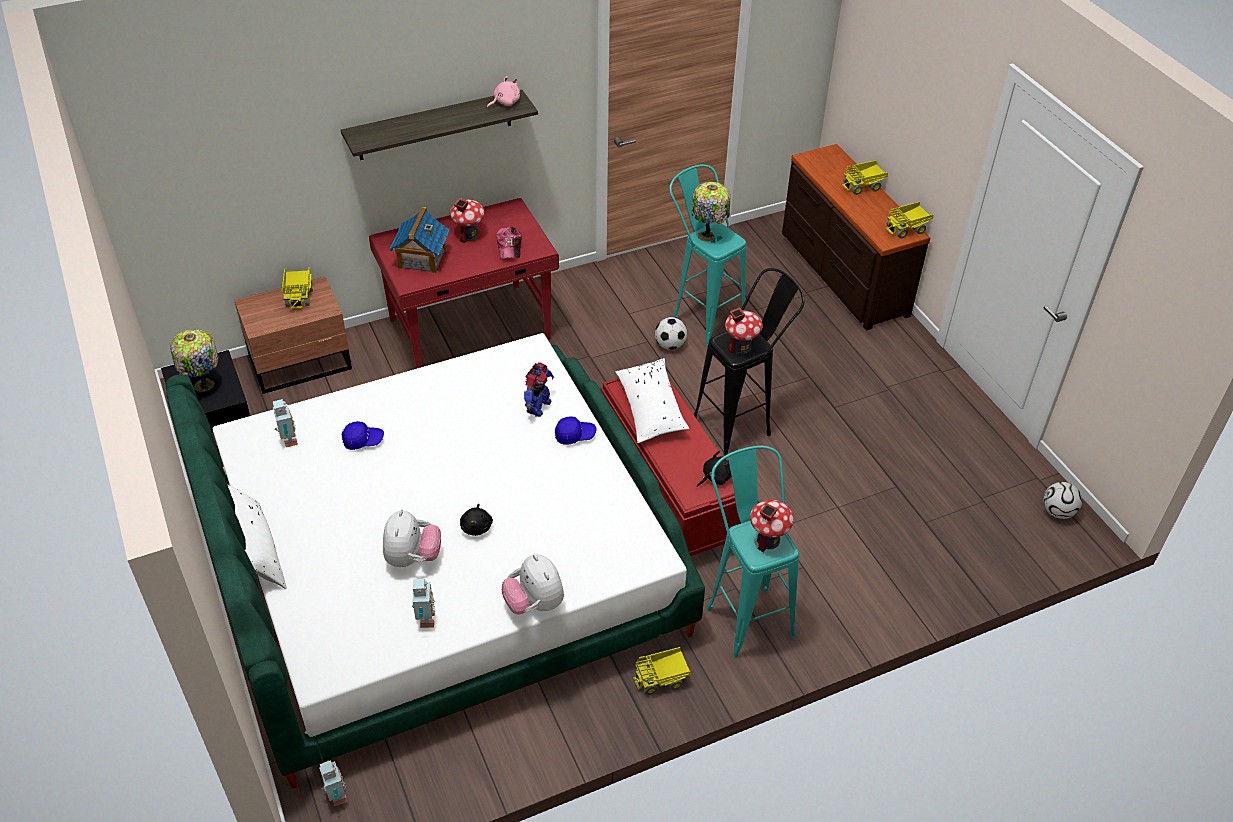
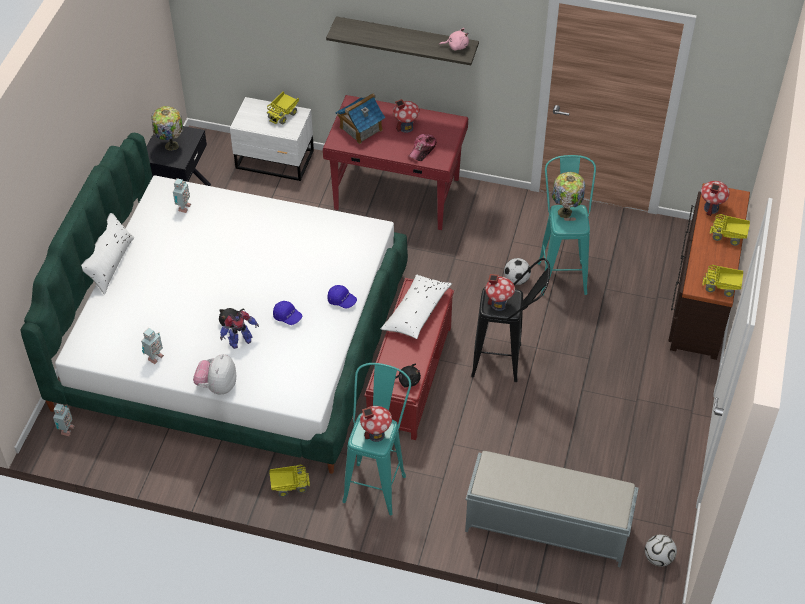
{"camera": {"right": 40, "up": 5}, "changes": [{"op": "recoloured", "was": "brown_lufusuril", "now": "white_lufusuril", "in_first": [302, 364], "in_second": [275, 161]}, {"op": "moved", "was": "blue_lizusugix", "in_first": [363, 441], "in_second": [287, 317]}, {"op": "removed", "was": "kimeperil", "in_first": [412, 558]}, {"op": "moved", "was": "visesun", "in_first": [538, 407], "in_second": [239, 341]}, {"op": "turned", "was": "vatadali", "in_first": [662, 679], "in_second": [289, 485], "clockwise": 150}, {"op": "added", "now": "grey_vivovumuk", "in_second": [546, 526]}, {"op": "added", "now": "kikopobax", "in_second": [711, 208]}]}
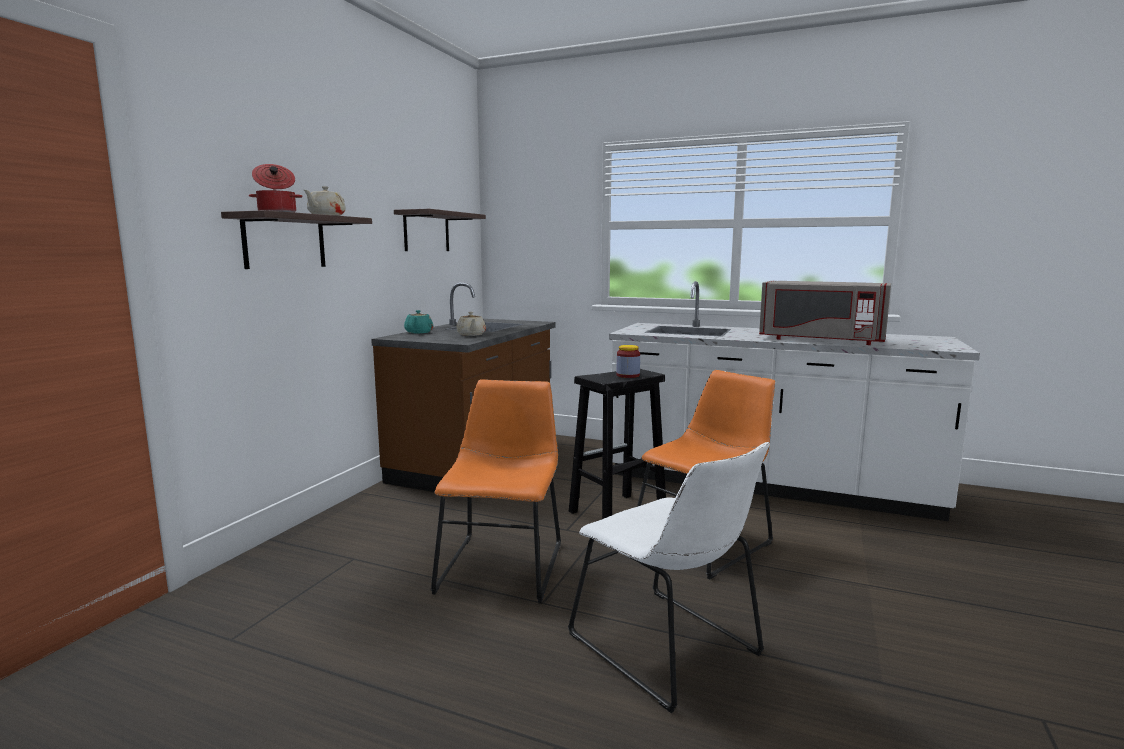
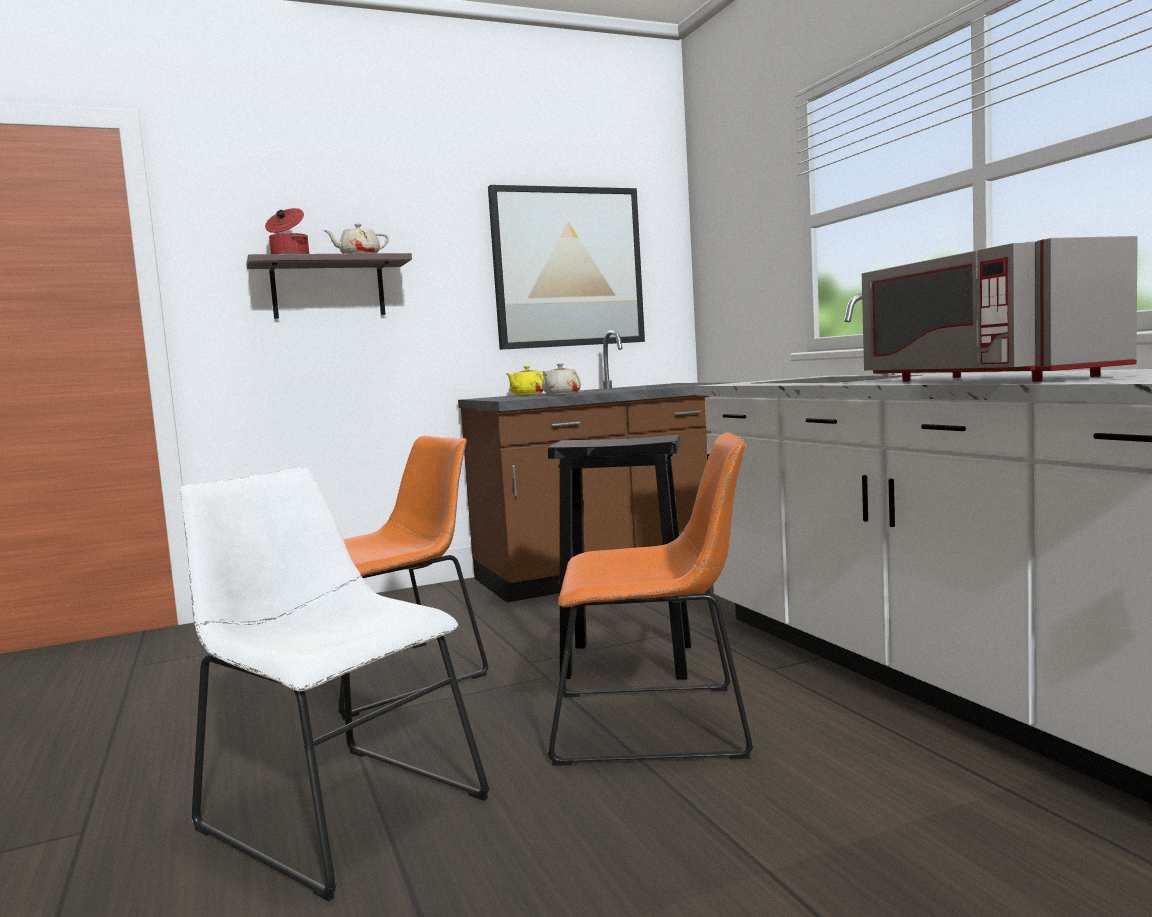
{"camera": {"right": 45, "up": -5}, "changes": [{"op": "replaced", "was": "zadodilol", "now": "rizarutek", "in_first": [426, 232], "in_second": [567, 267]}, {"op": "recoloured", "was": "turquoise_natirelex", "now": "yellow_natirelex", "in_first": [418, 332], "in_second": [527, 394]}, {"op": "turned", "was": "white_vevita", "in_first": [669, 649], "in_second": [335, 809], "clockwise": 120}, {"op": "removed", "was": "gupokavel", "in_first": [628, 375]}]}
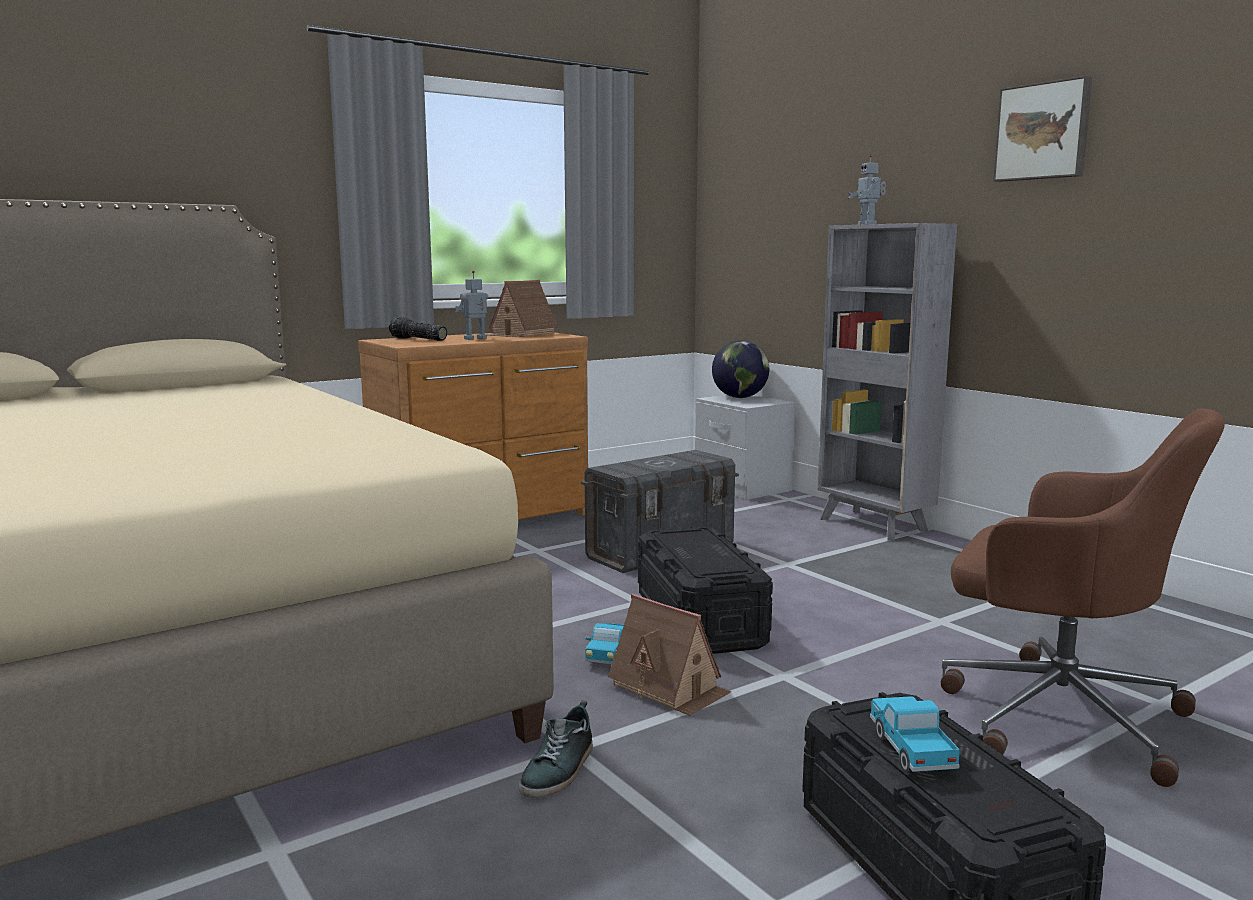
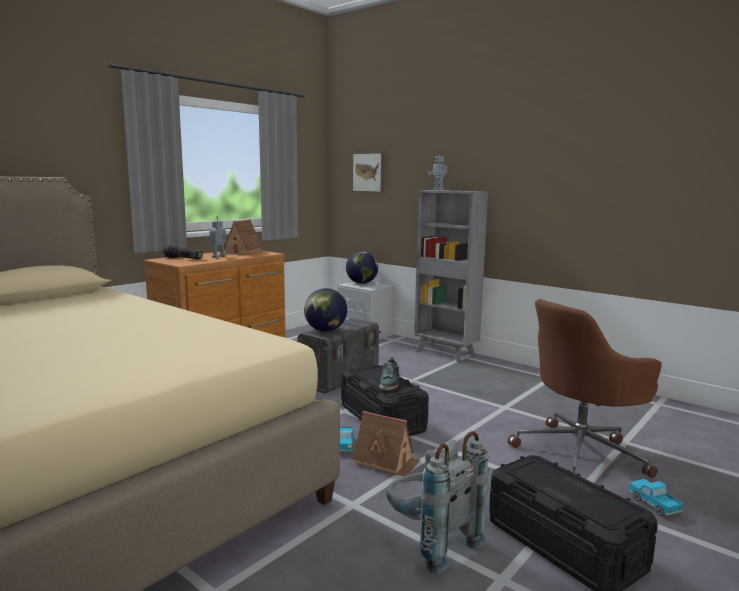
{"camera": {"right": -15, "up": 0}, "changes": [{"op": "moved", "was": "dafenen", "in_first": [559, 770], "in_second": [389, 383]}, {"op": "moved", "was": "vatadali", "in_first": [910, 751], "in_second": [653, 504]}, {"op": "turned", "was": "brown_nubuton", "in_first": [1056, 714], "in_second": [581, 453], "clockwise": 135}, {"op": "moved", "was": "rizarutek", "in_first": [1043, 131], "in_second": [369, 172]}, {"op": "added", "now": "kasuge", "in_second": [325, 330]}, {"op": "added", "now": "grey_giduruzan", "in_second": [430, 542]}]}
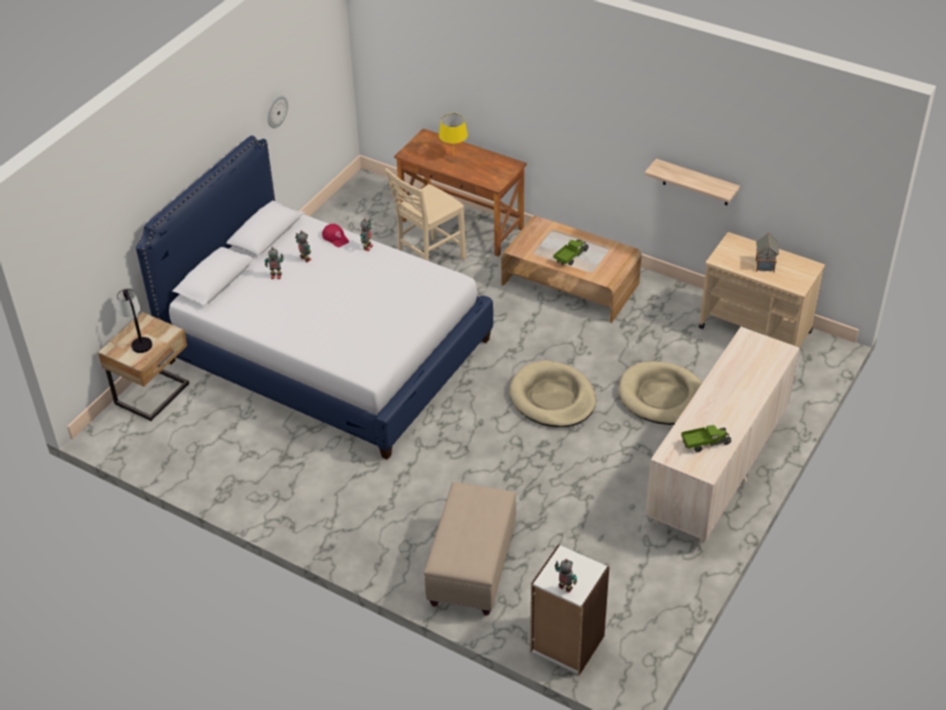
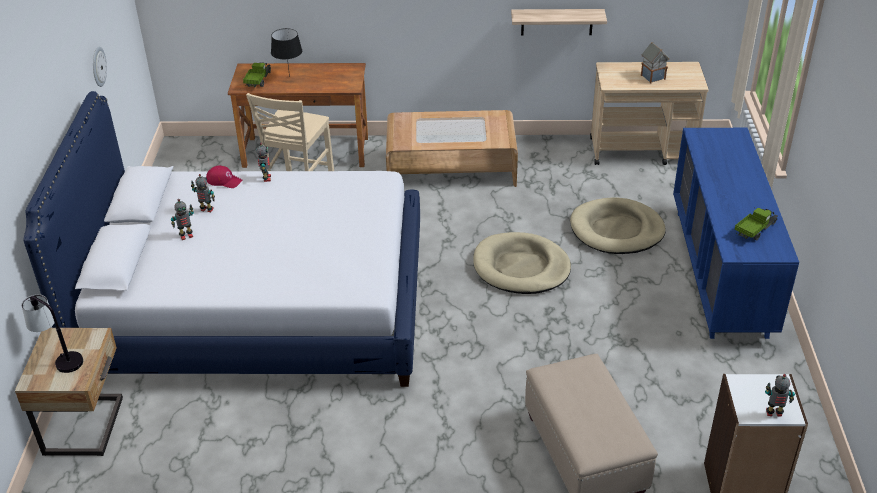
{"camera": {"right": -30, "up": -5}, "changes": [{"op": "recoloured", "was": "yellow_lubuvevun", "now": "black_lubuvevun", "in_first": [454, 156], "in_second": [290, 76]}, {"op": "moved", "was": "vatadali", "in_first": [571, 257], "in_second": [258, 80]}, {"op": "recoloured", "was": "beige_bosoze", "now": "blue_bosoze", "in_first": [717, 470], "in_second": [720, 272]}]}
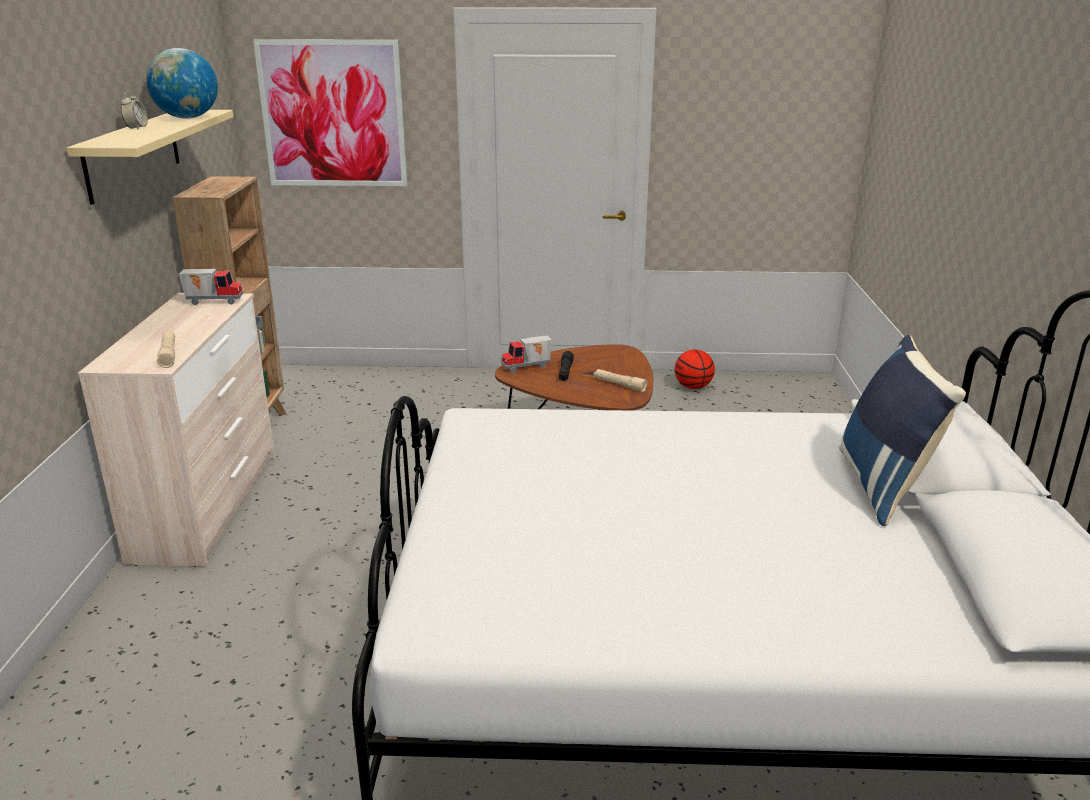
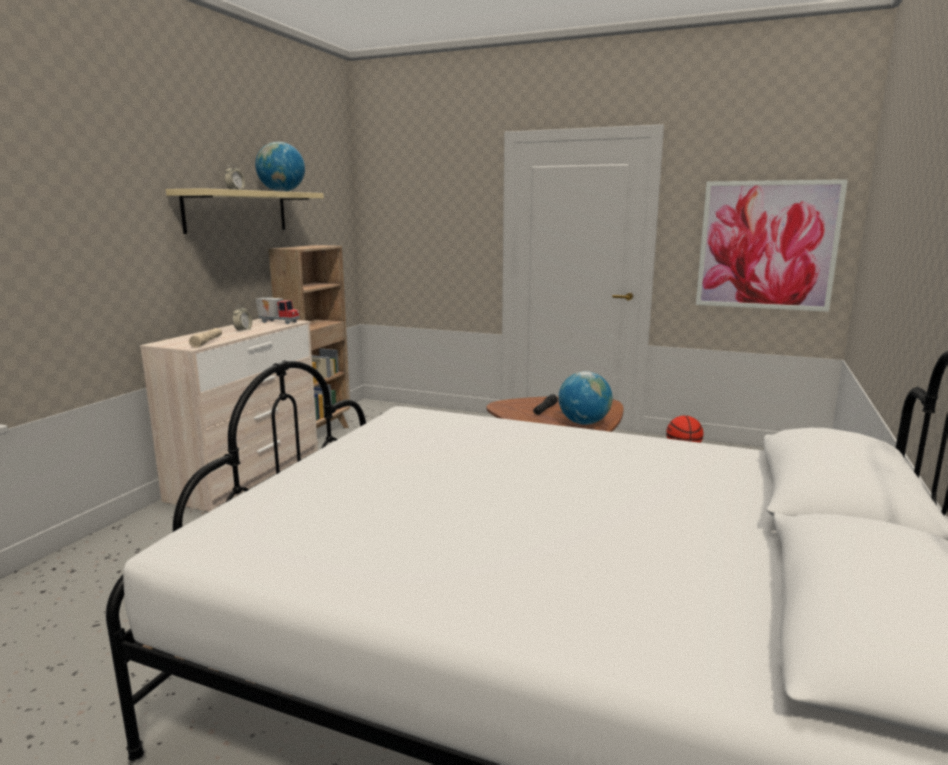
{"camera": {"right": 20, "up": -10}, "changes": [{"op": "moved", "was": "rizarutek", "in_first": [333, 114], "in_second": [767, 245]}, {"op": "removed", "was": "vatadali", "in_first": [527, 367]}, {"op": "replaced", "was": "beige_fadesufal", "now": "kasuge", "in_first": [619, 385], "in_second": [584, 423]}, {"op": "removed", "was": "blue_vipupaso", "in_first": [885, 486]}, {"op": "added", "now": "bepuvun", "in_second": [243, 330]}]}
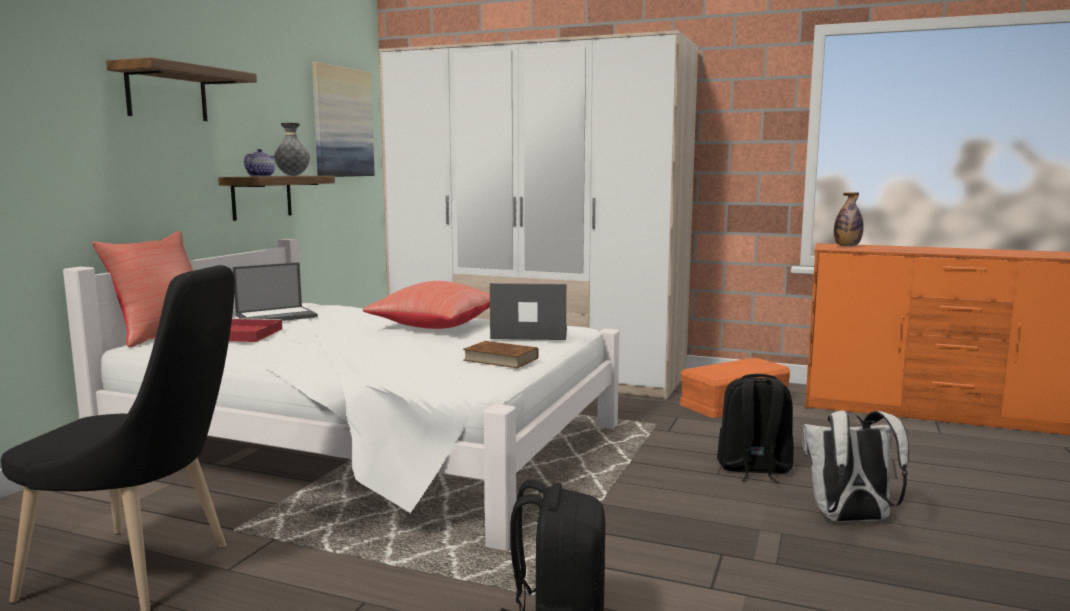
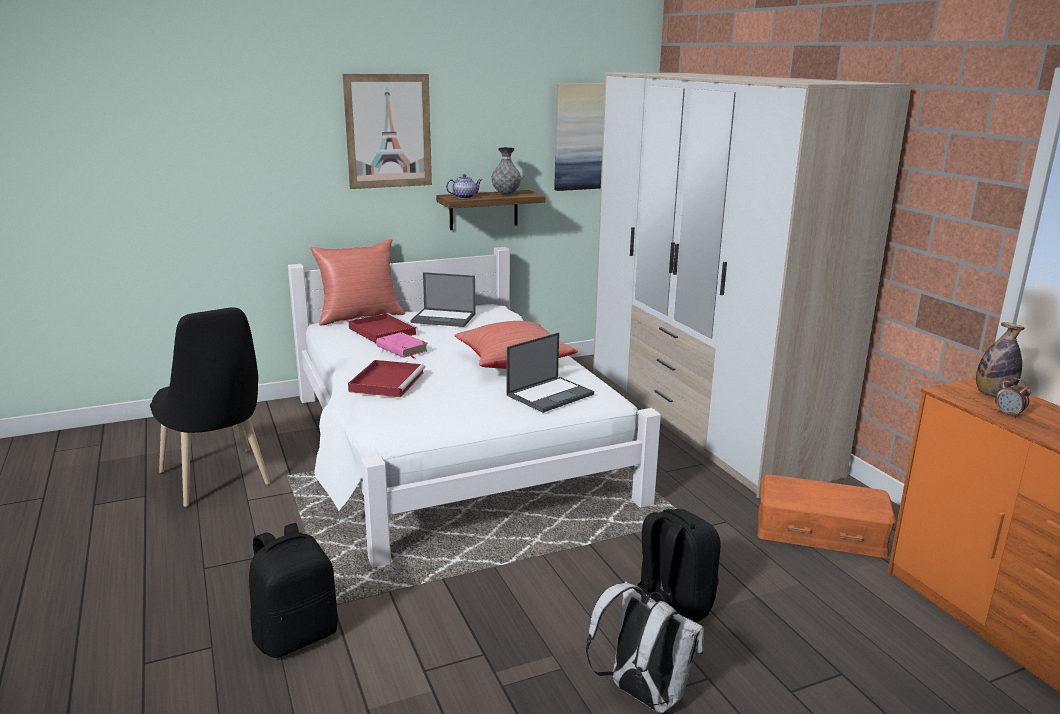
{"camera": {"right": 45, "up": 10}, "changes": [{"op": "replaced", "was": "zadodilol", "now": "rizarutek", "in_first": [167, 93], "in_second": [388, 131]}, {"op": "removed", "was": "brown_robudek", "in_first": [500, 359]}, {"op": "turned", "was": "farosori", "in_first": [528, 333], "in_second": [550, 394], "clockwise": 90}, {"op": "added", "now": "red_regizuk", "in_second": [387, 381]}, {"op": "added", "now": "pink_robudek", "in_second": [402, 349]}, {"op": "added", "now": "bepuvun", "in_second": [1008, 414]}]}
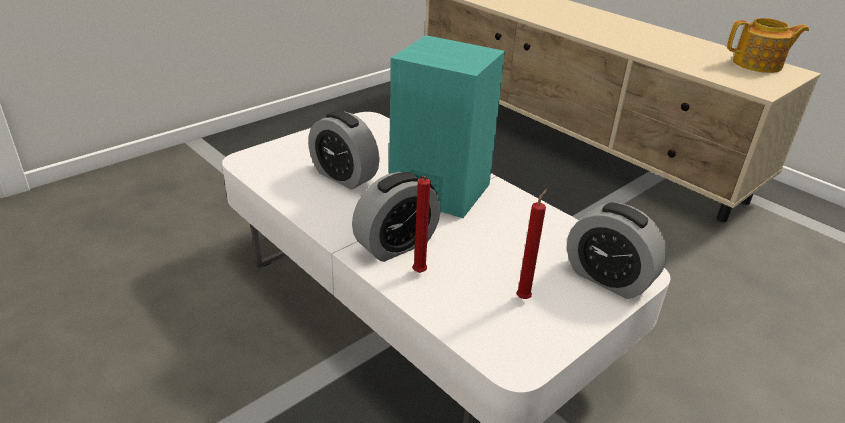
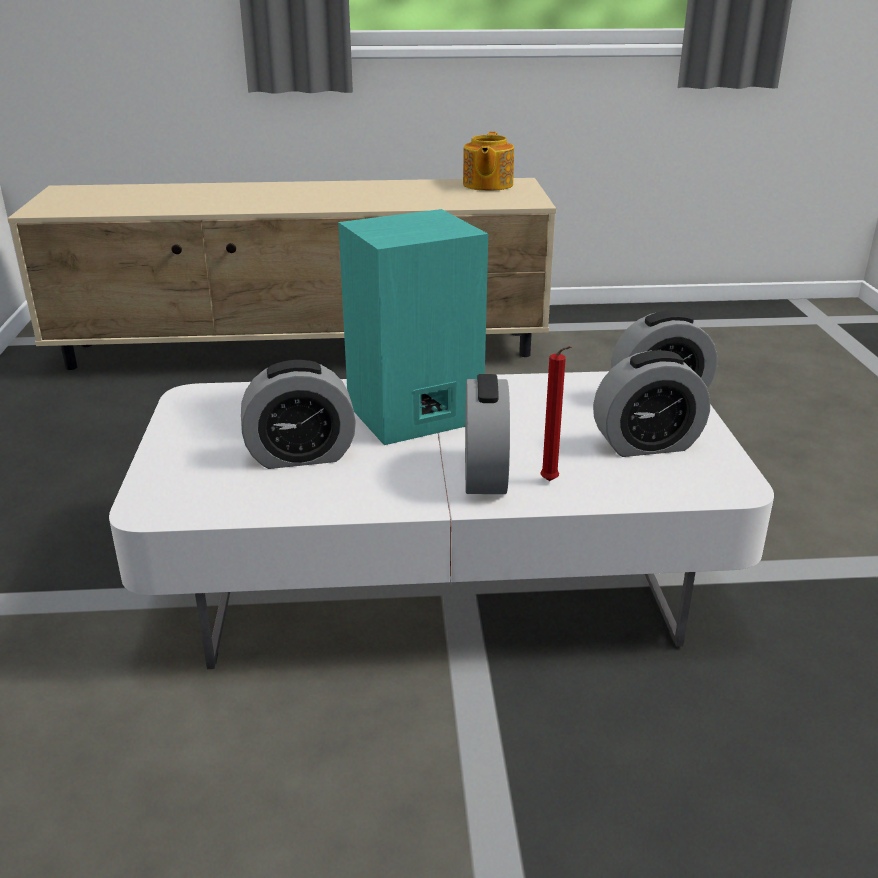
{"camera": {"right": -50, "up": -5}, "changes": [{"op": "replaced", "was": "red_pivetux", "now": "bepuvun", "in_first": [524, 297], "in_second": [646, 445]}, {"op": "turned", "was": "natirelex", "in_first": [758, 64], "in_second": [487, 185], "clockwise": 150}]}
